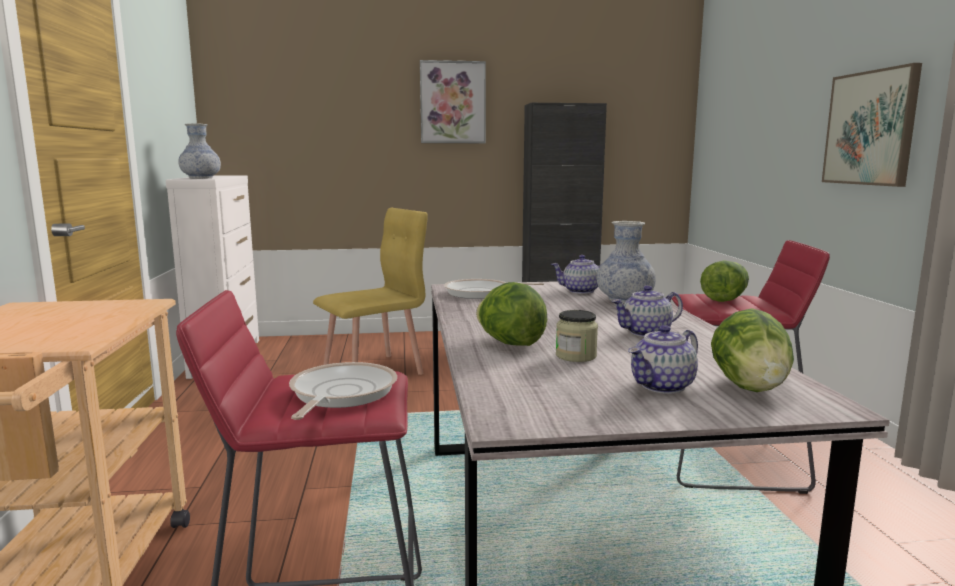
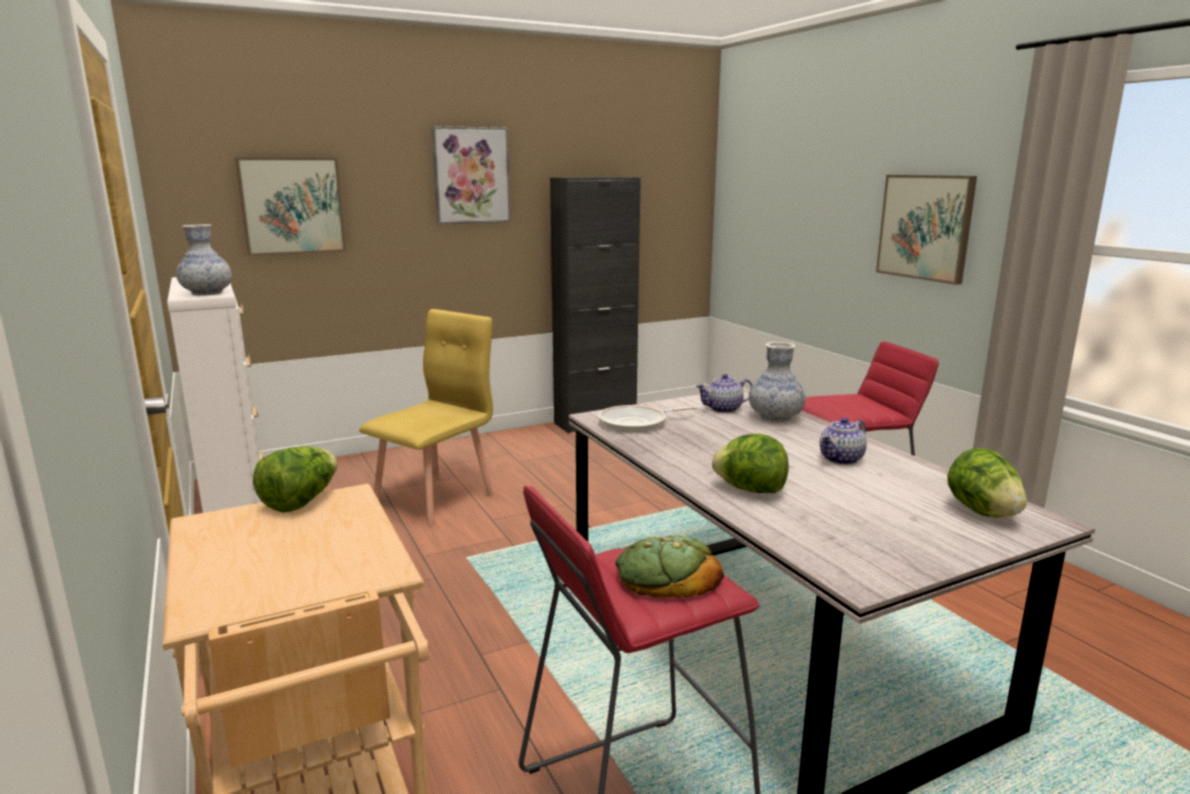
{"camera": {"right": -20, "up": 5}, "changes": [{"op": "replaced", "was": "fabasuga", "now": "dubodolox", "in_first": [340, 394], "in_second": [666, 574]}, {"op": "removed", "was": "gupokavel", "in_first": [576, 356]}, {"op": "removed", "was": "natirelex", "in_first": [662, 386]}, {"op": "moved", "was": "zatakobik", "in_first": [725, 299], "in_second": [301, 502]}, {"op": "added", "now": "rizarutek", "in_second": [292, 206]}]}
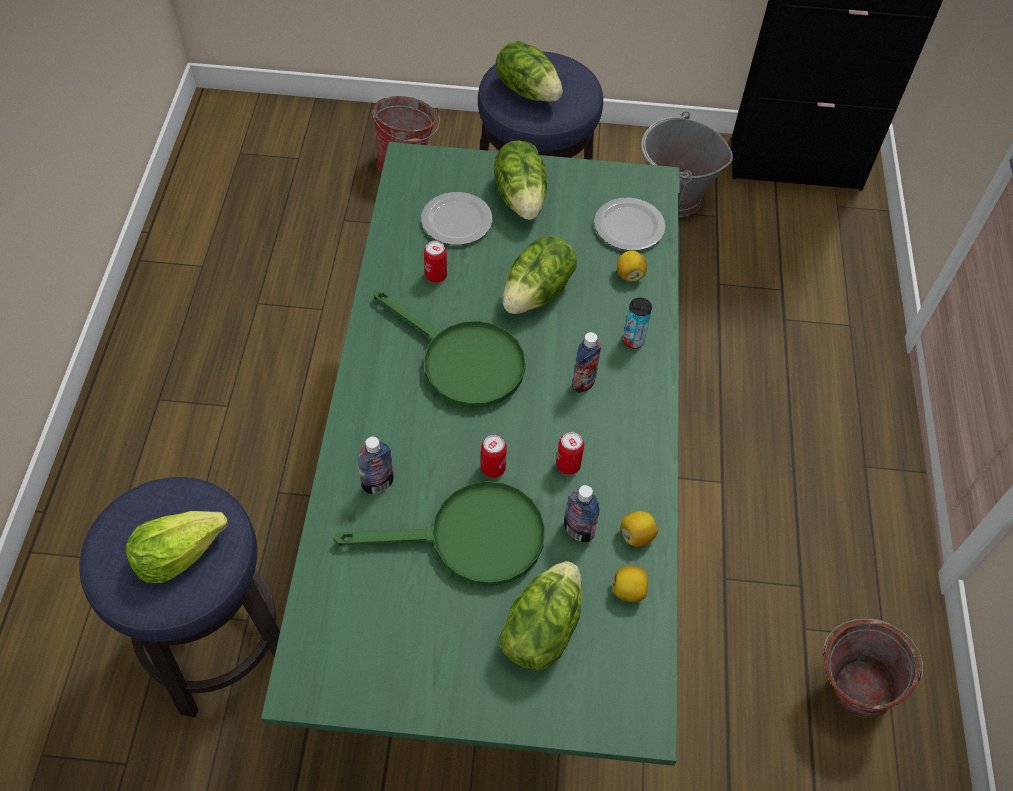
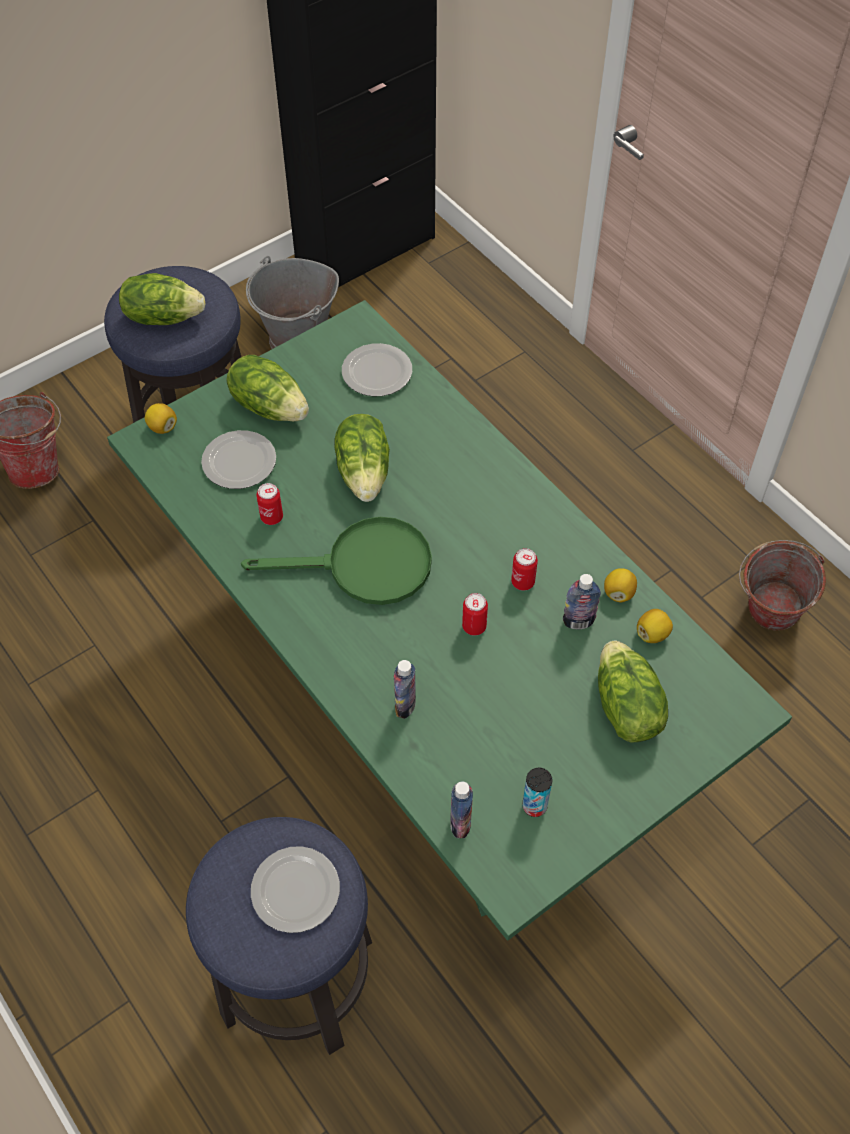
{"camera": {"right": -40, "up": 0}, "changes": [{"op": "replaced", "was": "zatakobik", "now": "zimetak", "in_first": [178, 553], "in_second": [294, 891]}, {"op": "removed", "was": "green_fabasuga", "in_first": [470, 539]}, {"op": "moved", "was": "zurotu", "in_first": [584, 383], "in_second": [460, 823]}, {"op": "moved", "was": "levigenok", "in_first": [629, 275], "in_second": [162, 427]}, {"op": "moved", "was": "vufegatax", "in_first": [633, 340], "in_second": [534, 806]}]}
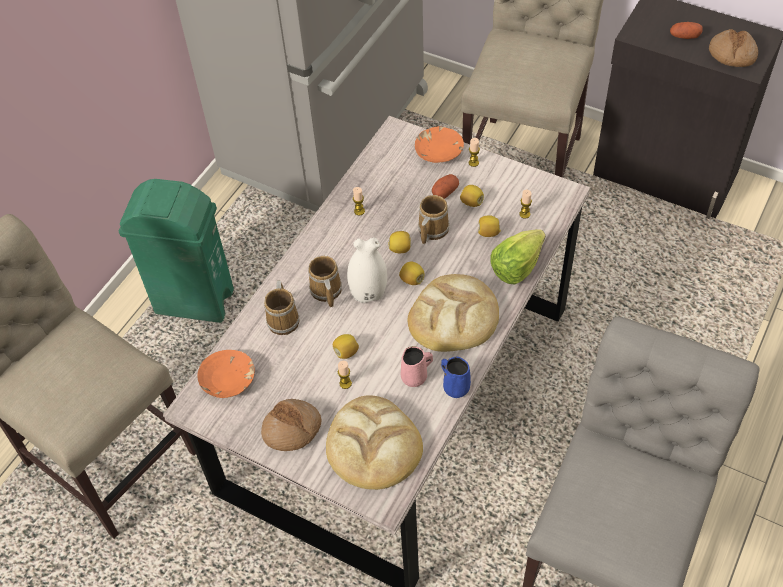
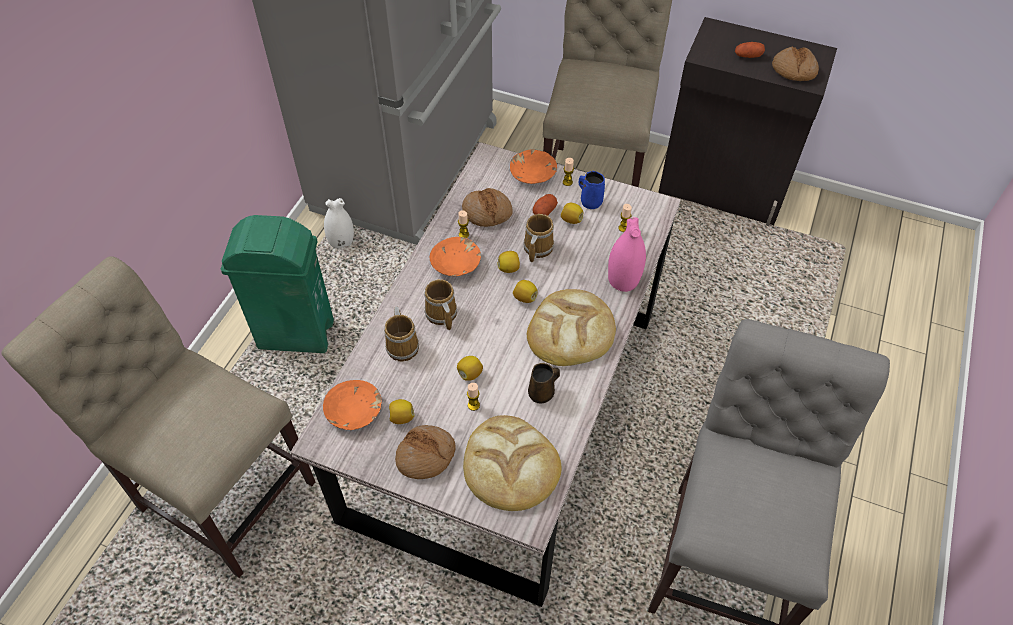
{"camera": {"right": -10, "up": 0}, "changes": [{"op": "moved", "was": "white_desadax", "in_first": [368, 291], "in_second": [341, 241]}, {"op": "recoloured", "was": "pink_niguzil", "now": "brown_niguzil", "in_first": [415, 377], "in_second": [542, 393]}, {"op": "moved", "was": "blue_niguzil", "in_first": [455, 387], "in_second": [590, 201]}, {"op": "moved", "was": "levigenok", "in_first": [488, 233], "in_second": [401, 417]}, {"op": "replaced", "was": "zatakobik", "now": "pink_desadax", "in_first": [516, 267], "in_second": [623, 279]}, {"op": "added", "now": "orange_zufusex", "in_second": [456, 264]}, {"op": "added", "now": "dubodolox", "in_second": [487, 212]}]}
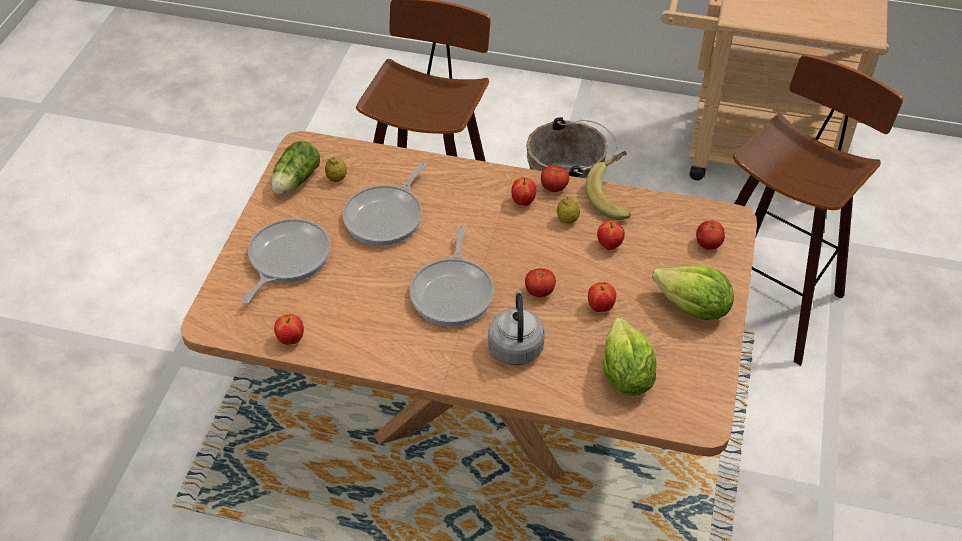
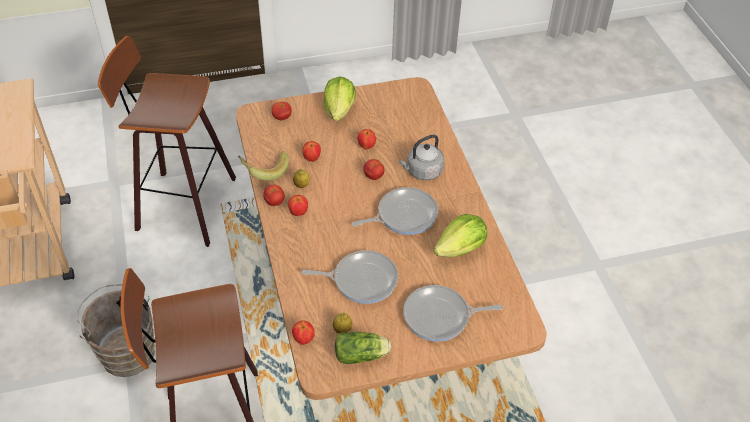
{"camera": {"right": -120, "up": 0}, "changes": [{"op": "moved", "was": "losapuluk", "in_first": [291, 340], "in_second": [303, 339]}, {"op": "moved", "was": "zatakobik", "in_first": [625, 375], "in_second": [461, 249]}]}
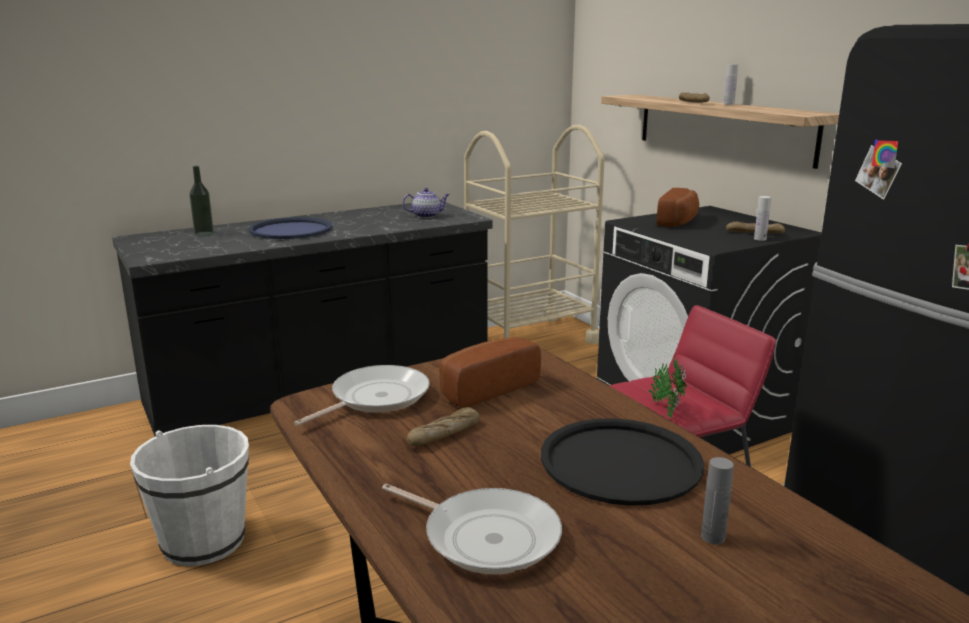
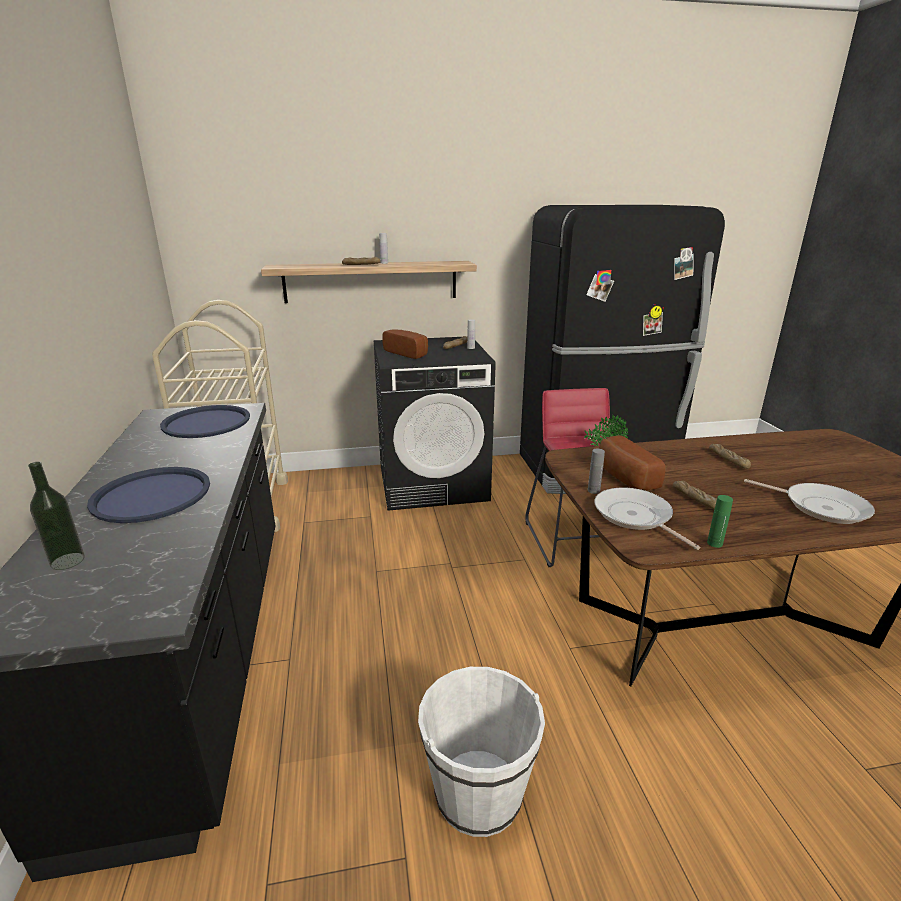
{"camera": {"right": -70, "up": 5}, "changes": [{"op": "turned", "was": "fabasuga", "in_first": [485, 536], "in_second": [820, 507], "clockwise": 75}, {"op": "replaced", "was": "natirelex", "now": "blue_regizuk", "in_first": [427, 215], "in_second": [206, 423]}, {"op": "replaced", "was": "black_regizuk", "now": "dubodolox", "in_first": [620, 462], "in_second": [728, 460]}, {"op": "moved", "was": "grey_zurotu", "in_first": [713, 537], "in_second": [593, 491]}, {"op": "added", "now": "green_zurotu", "in_second": [714, 543]}]}
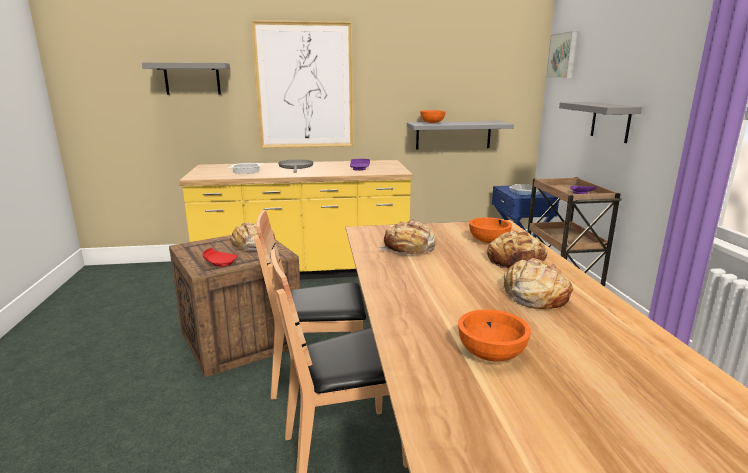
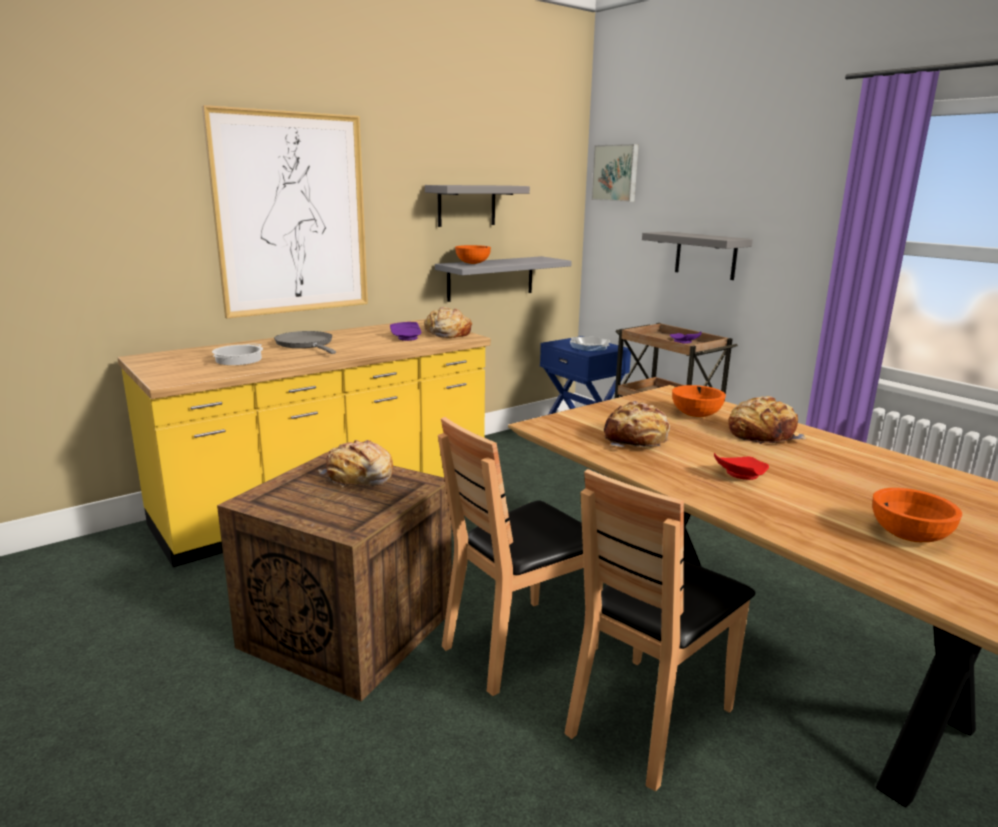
{"camera": {"right": -30, "up": 0}, "changes": [{"op": "moved", "was": "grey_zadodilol", "in_first": [192, 79], "in_second": [466, 205]}, {"op": "moved", "was": "red_zimetak", "in_first": [220, 263], "in_second": [739, 475]}, {"op": "moved", "was": "dubodolox", "in_first": [534, 295], "in_second": [447, 333]}]}
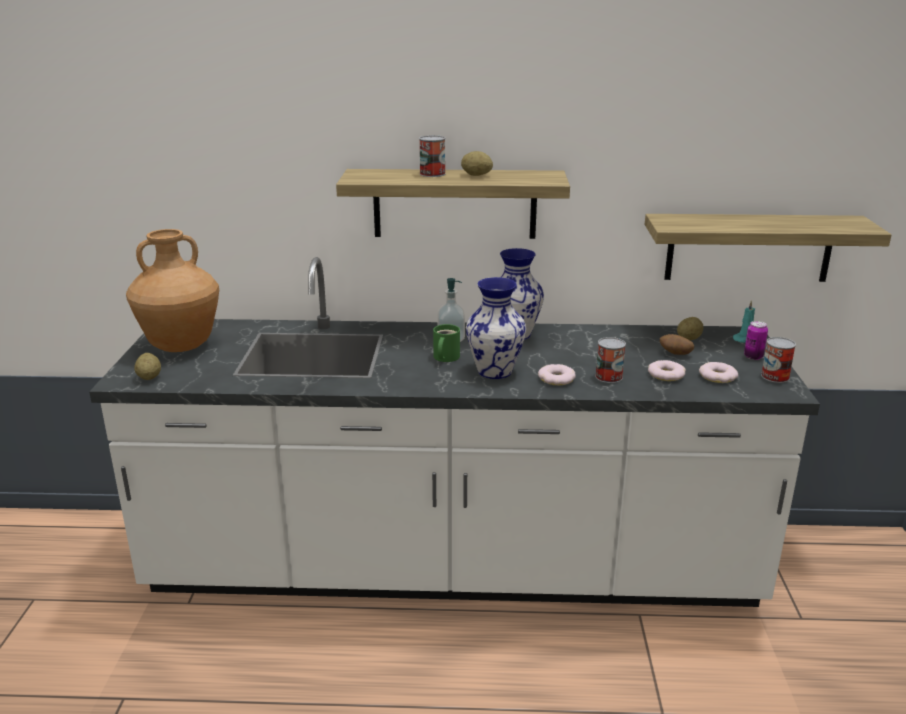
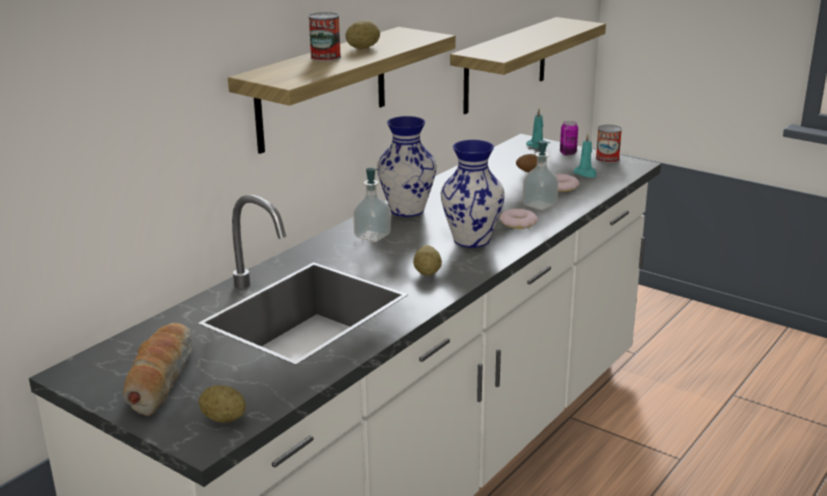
{"camera": {"right": -55, "up": 0}, "changes": [{"op": "replaced", "was": "brown_desadax", "now": "dubodolox", "in_first": [182, 346], "in_second": [160, 378]}, {"op": "removed", "was": "green_niguzil", "in_first": [444, 357]}, {"op": "replaced", "was": "vufegatax", "now": "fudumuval", "in_first": [608, 377], "in_second": [539, 205]}, {"op": "moved", "was": "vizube", "in_first": [689, 339], "in_second": [427, 273]}, {"op": "replaced", "was": "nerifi", "now": "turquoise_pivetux", "in_first": [718, 376], "in_second": [585, 173]}]}
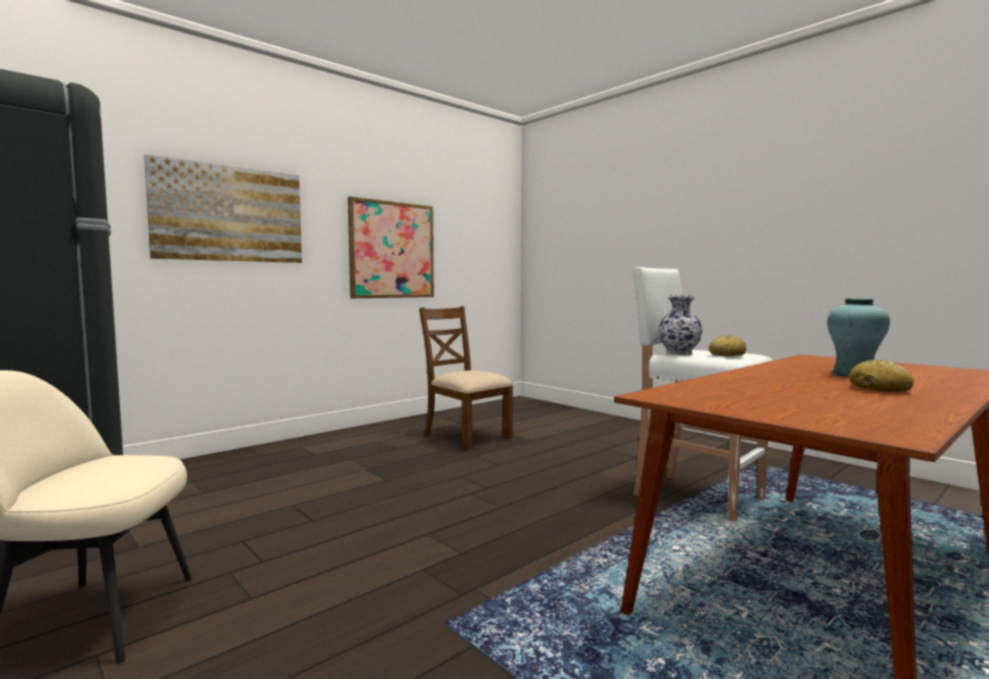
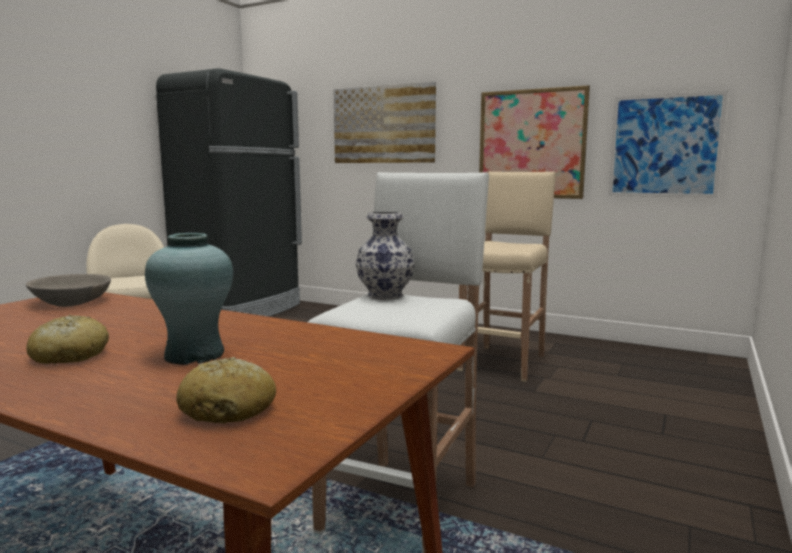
{"camera": {"right": 70, "up": 5}, "changes": [{"op": "replaced", "was": "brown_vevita", "now": "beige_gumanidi", "in_first": [466, 436], "in_second": [503, 362]}, {"op": "moved", "was": "dubodolox", "in_first": [727, 355], "in_second": [229, 410]}, {"op": "added", "now": "grey_zufusex", "in_second": [71, 302]}, {"op": "added", "now": "rizarutek", "in_second": [664, 146]}]}
